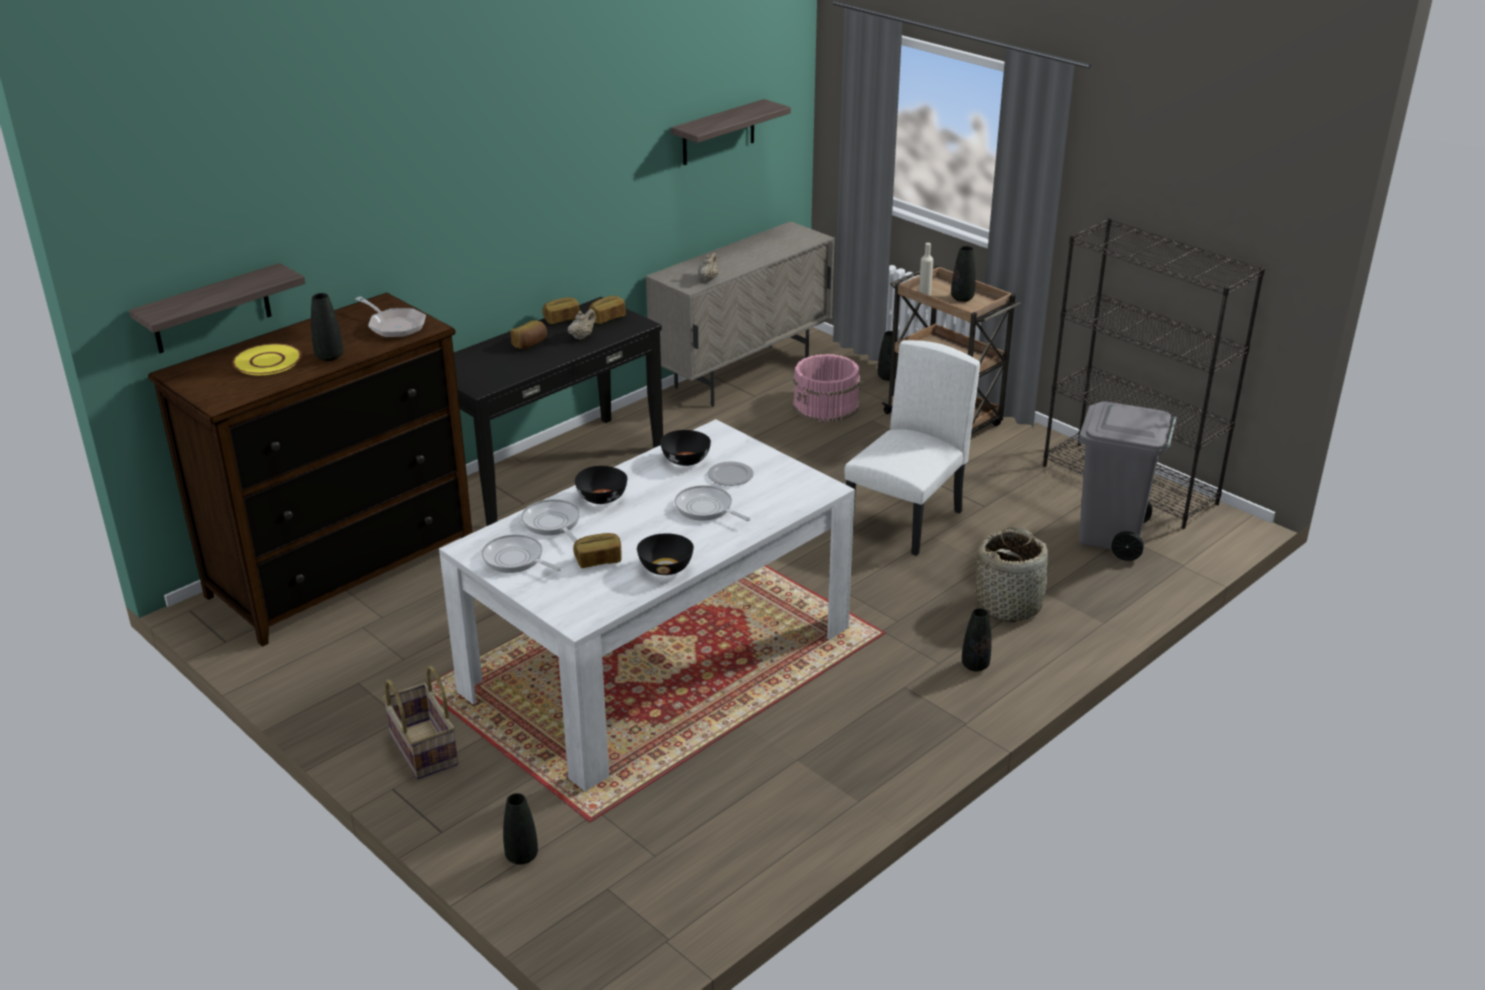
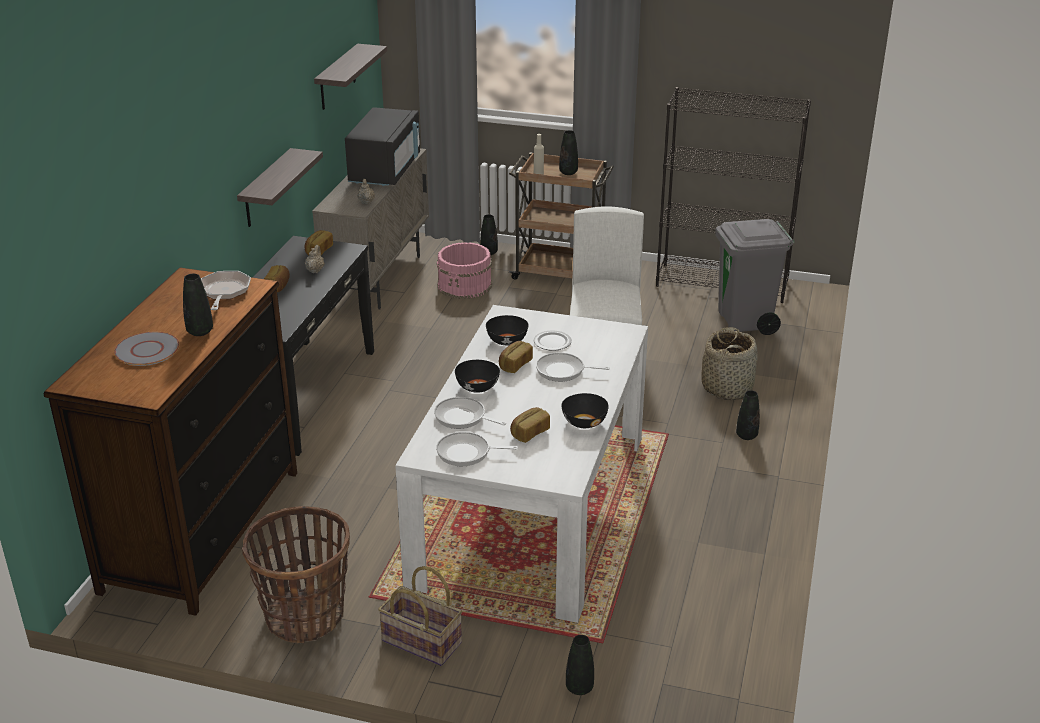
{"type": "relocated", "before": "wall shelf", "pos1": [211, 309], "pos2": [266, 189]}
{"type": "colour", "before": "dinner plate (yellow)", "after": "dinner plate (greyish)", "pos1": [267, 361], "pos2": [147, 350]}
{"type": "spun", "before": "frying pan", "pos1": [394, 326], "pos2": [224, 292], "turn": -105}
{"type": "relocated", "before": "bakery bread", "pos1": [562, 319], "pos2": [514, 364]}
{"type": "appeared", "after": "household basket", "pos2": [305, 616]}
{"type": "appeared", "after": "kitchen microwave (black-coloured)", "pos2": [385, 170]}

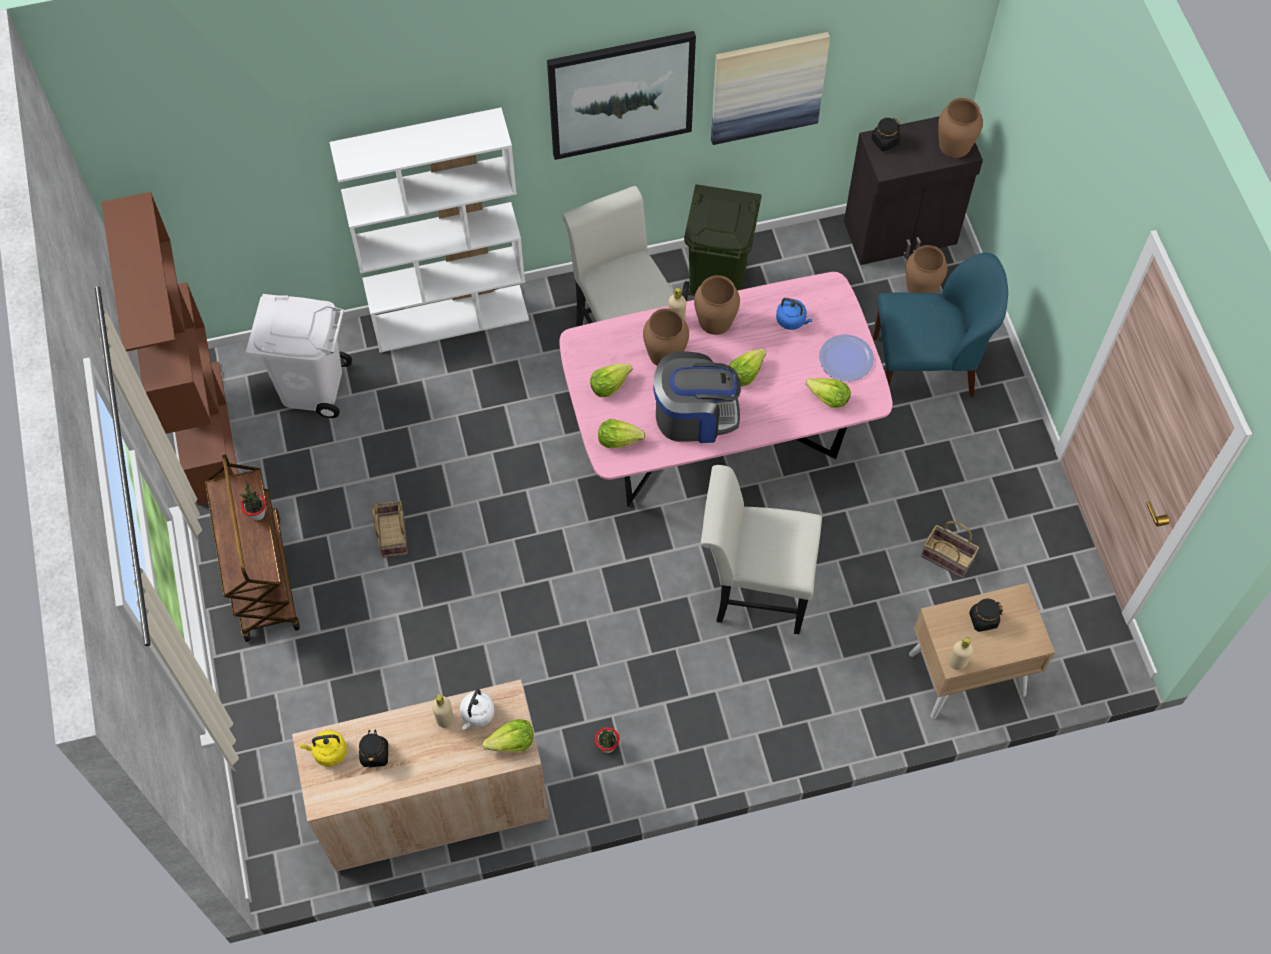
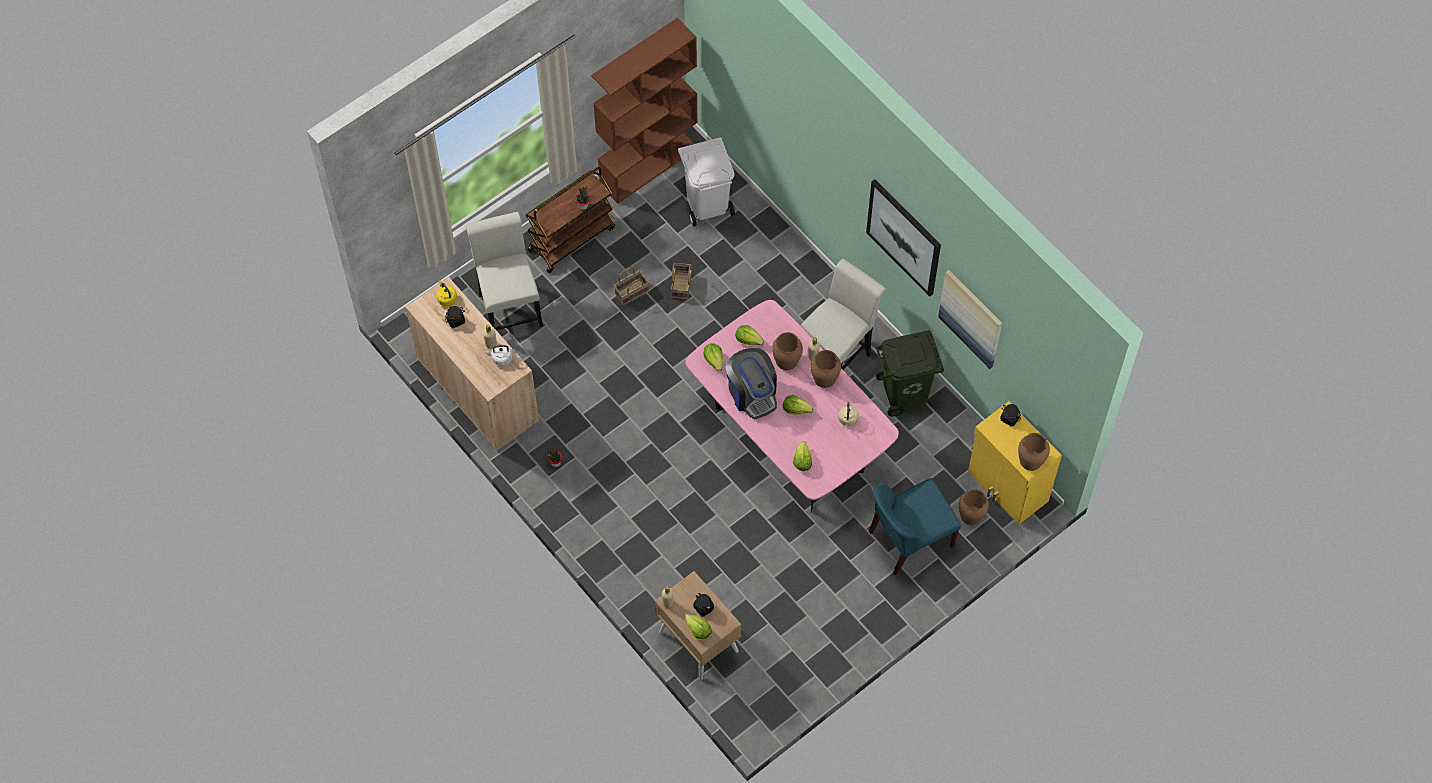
{"type": "missing", "before": "shelving unit (white)", "pos1": [451, 318]}
{"type": "relocated", "before": "head of lettuce", "pos1": [511, 742], "pos2": [698, 630]}
{"type": "relocated", "before": "upright chair (white)", "pos1": [753, 589], "pos2": [509, 305]}
{"type": "colour", "before": "kettle (bluish)", "after": "kettle (beige)", "pos1": [792, 320], "pos2": [847, 420]}
{"type": "missing", "before": "dinner plate", "pos1": [846, 359]}
{"type": "colour", "before": "cabinet (black-coloured)", "after": "cabinet (yellow)", "pos1": [901, 234], "pos2": [1007, 487]}
{"type": "spun", "before": "upright chair (bluish)", "pos1": [925, 366], "pos2": [909, 539], "turn": 90}
{"type": "relocated", "before": "household basket", "pos1": [948, 557], "pos2": [682, 286]}

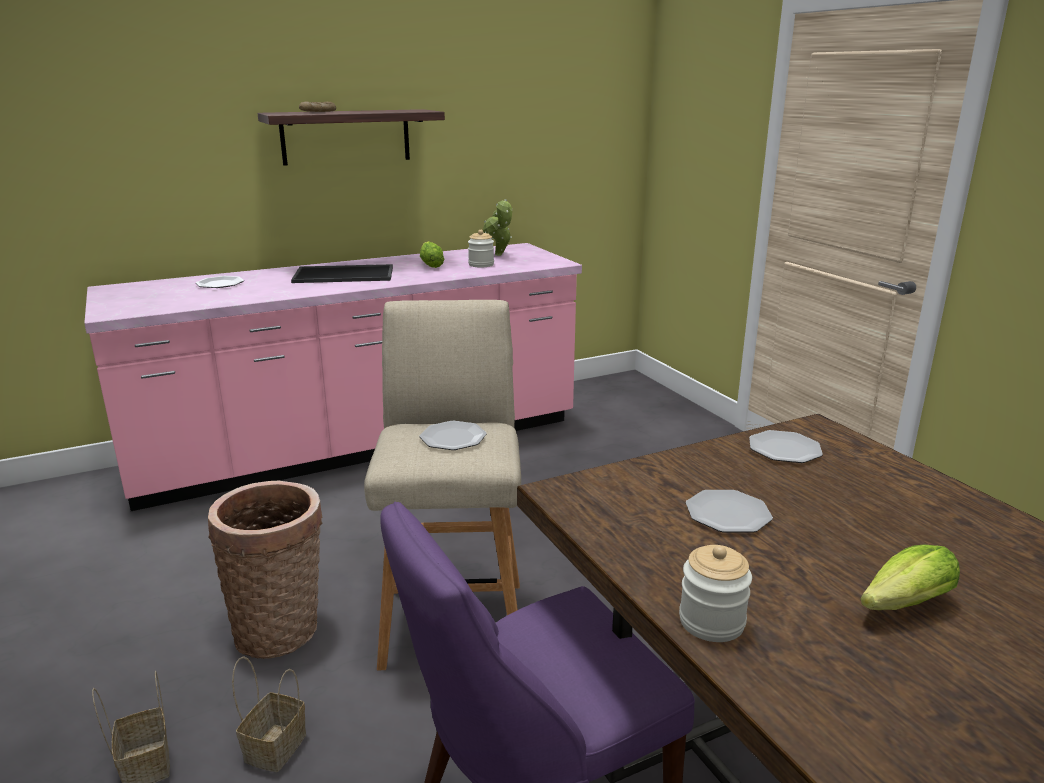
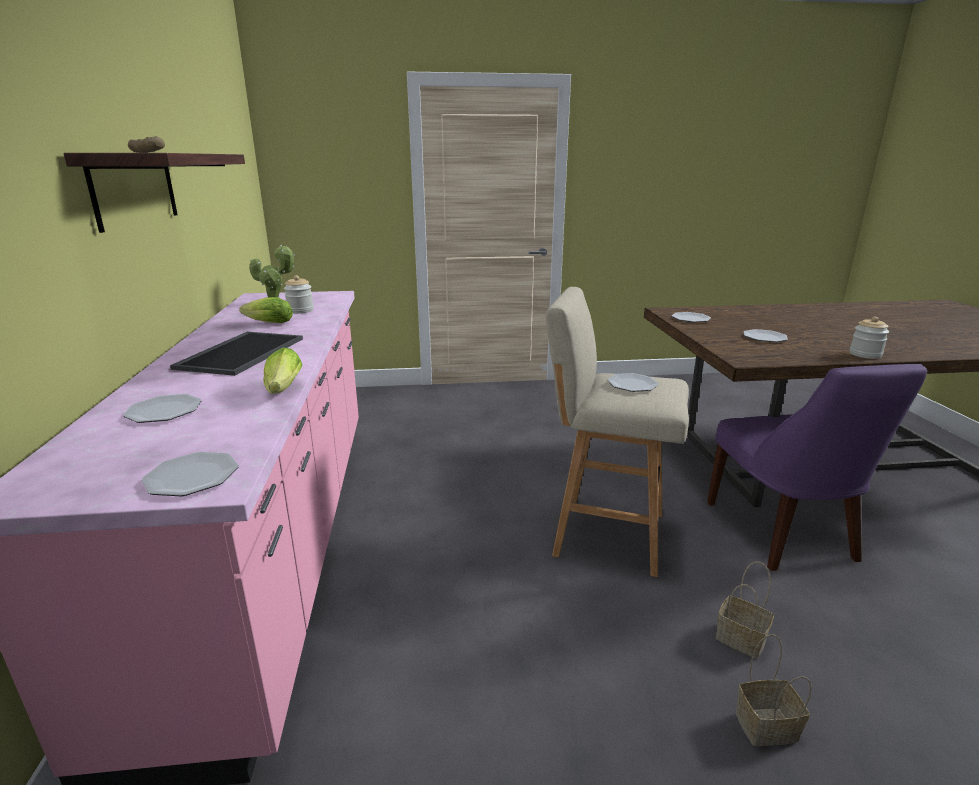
{"type": "missing", "before": "household basket", "pos1": [281, 629]}
{"type": "relocated", "before": "head of lettuce", "pos1": [900, 606], "pos2": [282, 391]}
{"type": "appeared", "after": "dinner plate", "pos2": [192, 476]}

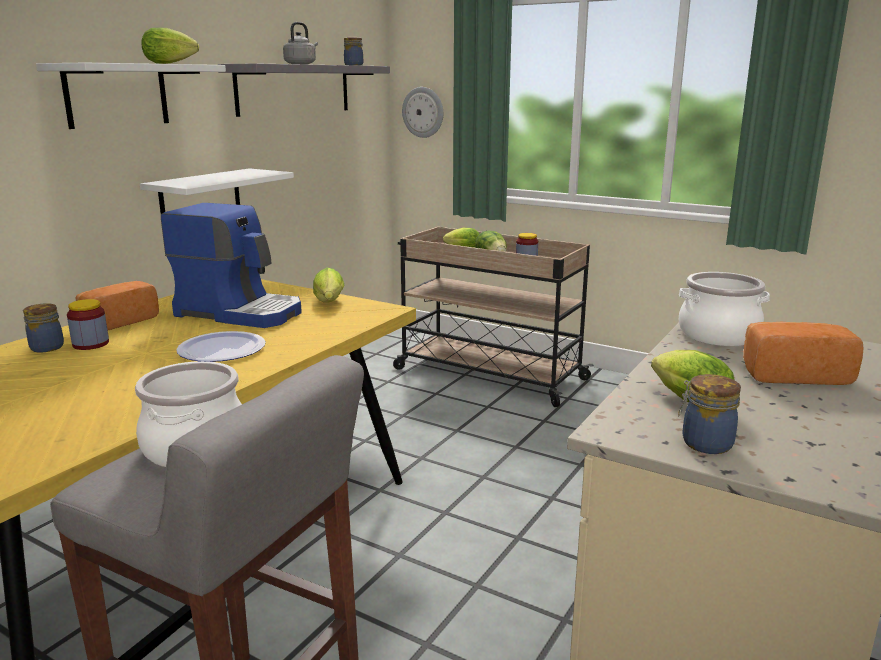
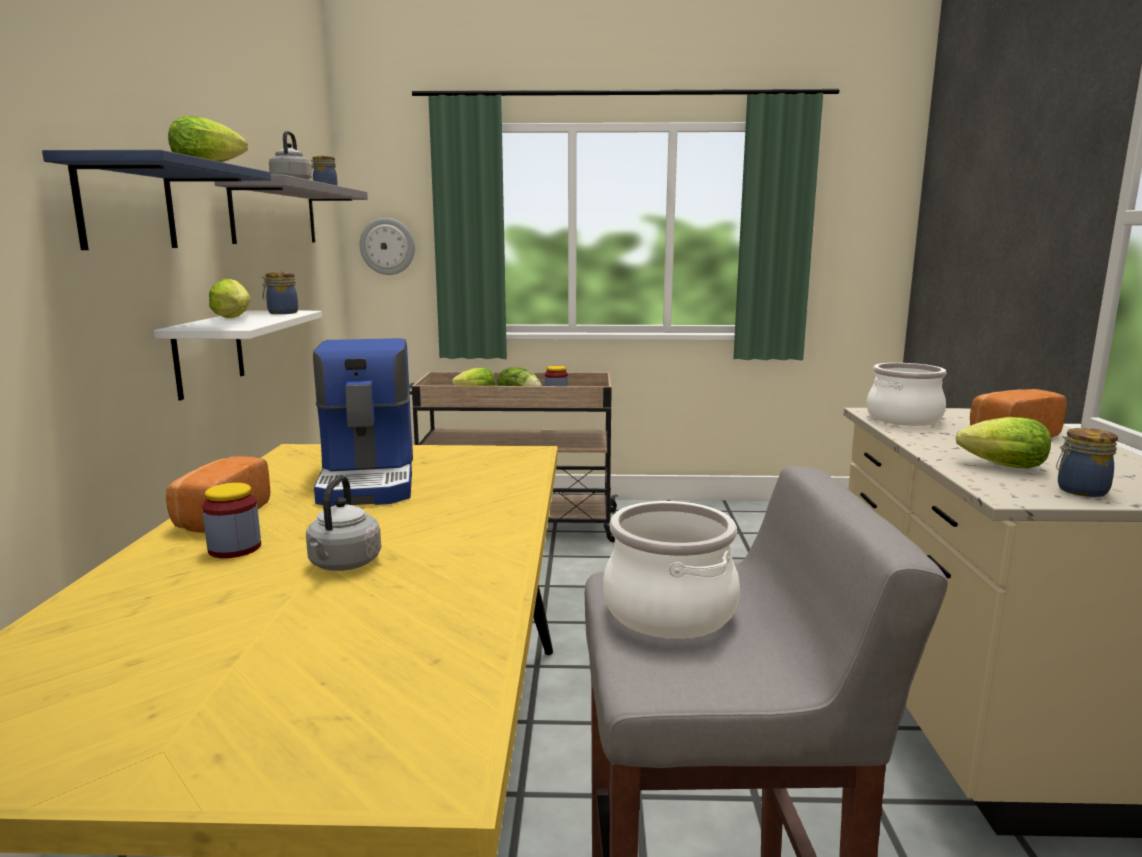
{"type": "relocated", "before": "preserve jar", "pos1": [45, 347], "pos2": [281, 313]}
{"type": "colour", "before": "wall shelf (white)", "after": "wall shelf (bluish)", "pos1": [117, 95], "pos2": [127, 206]}
{"type": "spun", "before": "coffee brewer", "pos1": [240, 312], "pos2": [370, 480], "turn": 90}
{"type": "missing", "before": "dinner plate", "pos1": [222, 349]}
{"type": "relocated", "before": "head of lettuce", "pos1": [329, 303], "pos2": [234, 319]}
{"type": "appeared", "after": "kettle (greyish)", "pos2": [343, 565]}

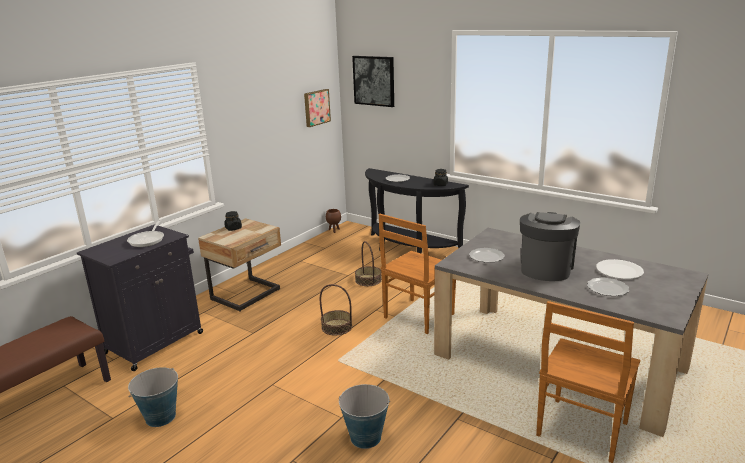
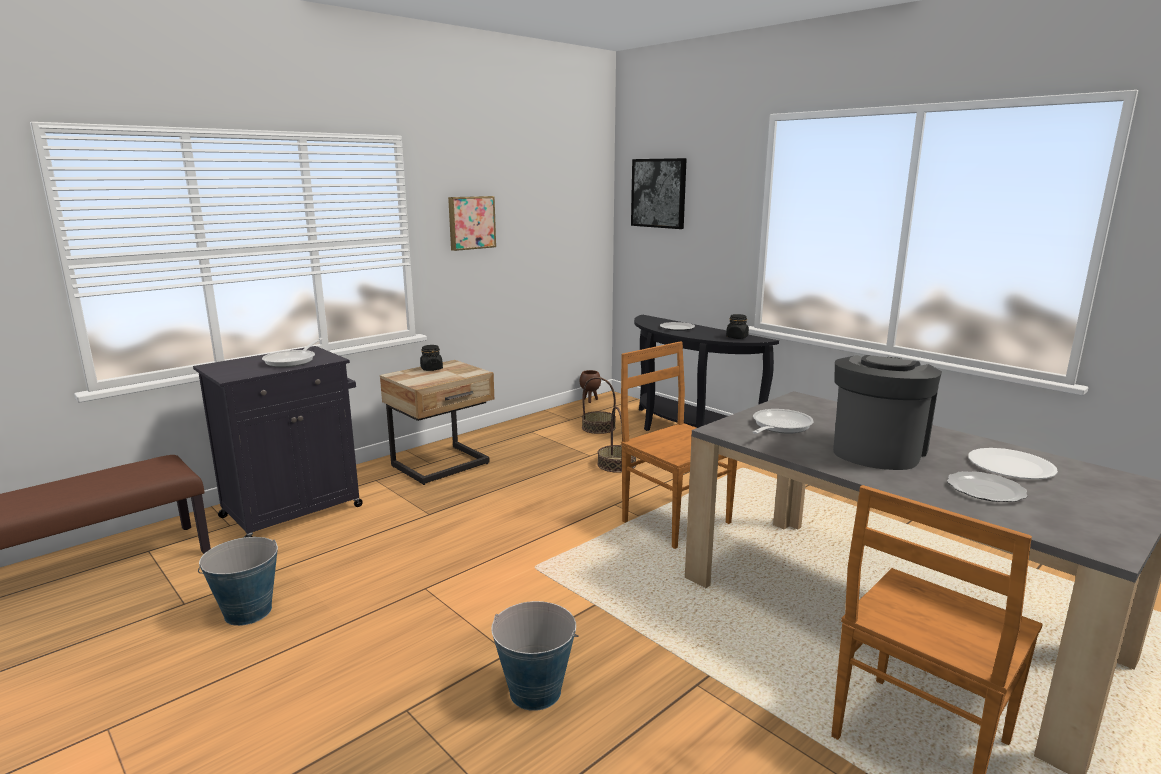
{"type": "relocated", "before": "picture", "pos1": [316, 107], "pos2": [471, 222]}
{"type": "relocated", "before": "household basket", "pos1": [337, 327], "pos2": [598, 428]}
{"type": "spun", "before": "upright chair (brown-coloured)", "pos1": [417, 317], "pos2": [674, 521], "turn": 90}
{"type": "exchanged", "before": "dinner plate", "after": "frying pan", "pos1": [486, 257], "pos2": [779, 427]}

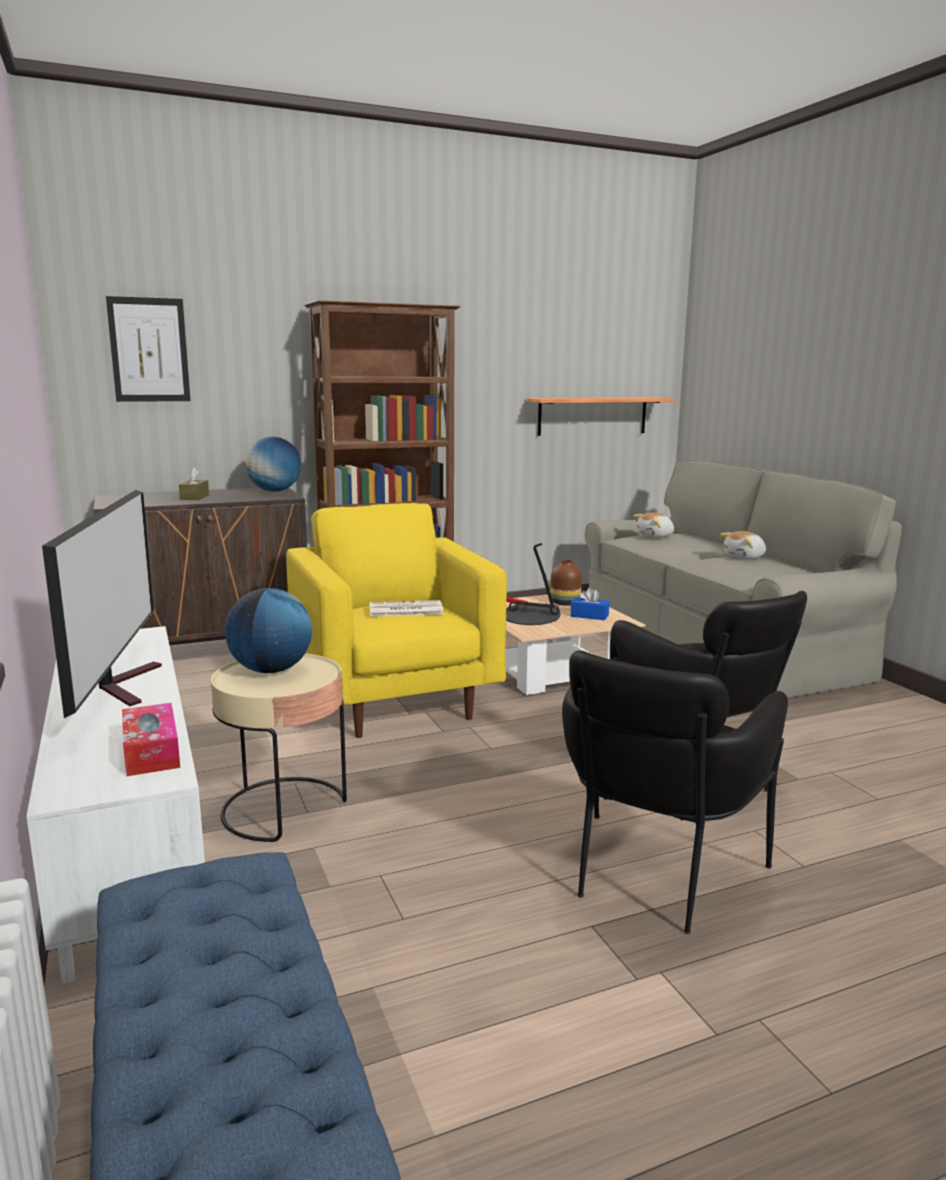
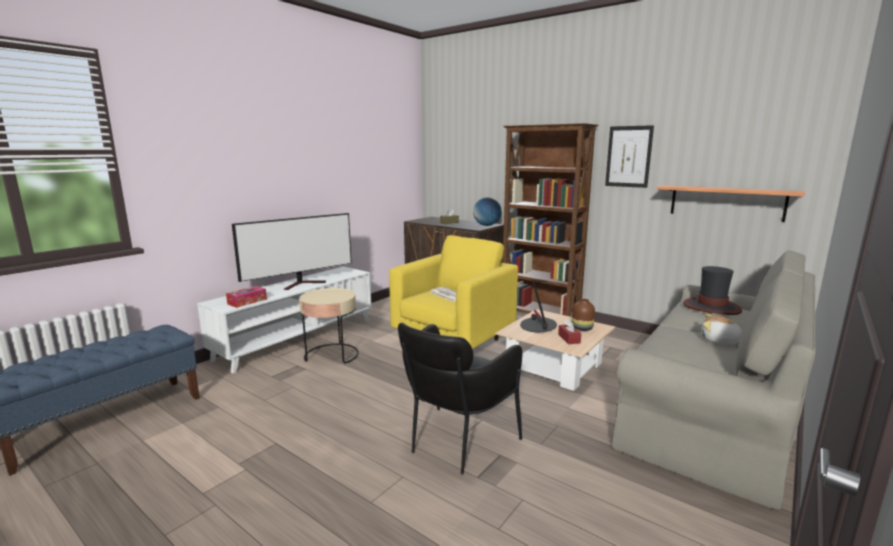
{"type": "relocated", "before": "picture", "pos1": [149, 350], "pos2": [628, 156]}
{"type": "missing", "before": "desk globe", "pos1": [271, 670]}
{"type": "missing", "before": "lounge chair (black-coloured)", "pos1": [653, 879]}
{"type": "colour", "before": "box of tissues (bluish)", "after": "box of tissues (reddish)", "pos1": [589, 616], "pos2": [569, 339]}
{"type": "exchanged", "before": "plush toy", "after": "hat", "pos1": [655, 536], "pos2": [712, 307]}

